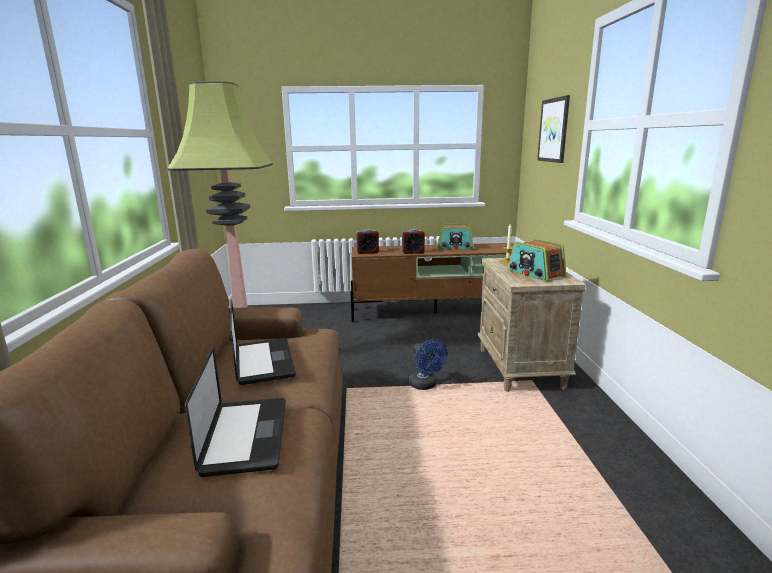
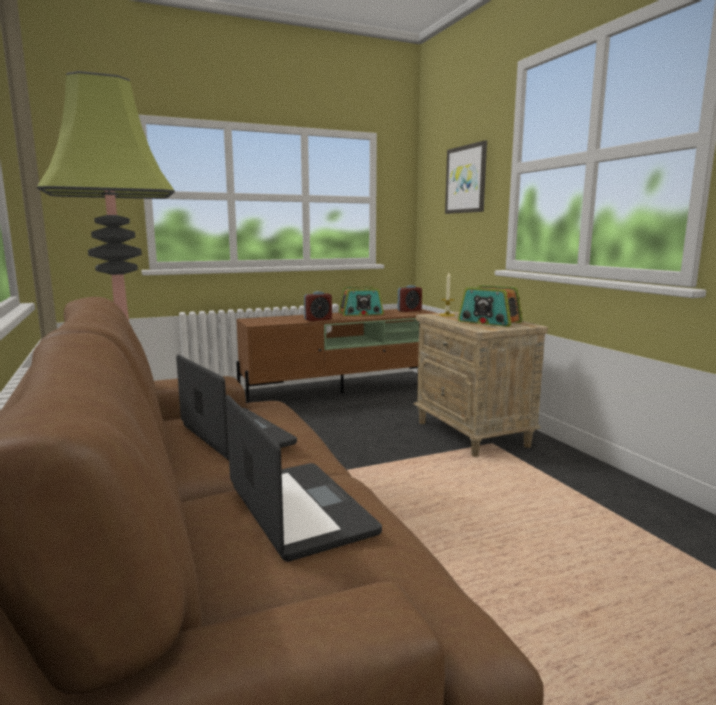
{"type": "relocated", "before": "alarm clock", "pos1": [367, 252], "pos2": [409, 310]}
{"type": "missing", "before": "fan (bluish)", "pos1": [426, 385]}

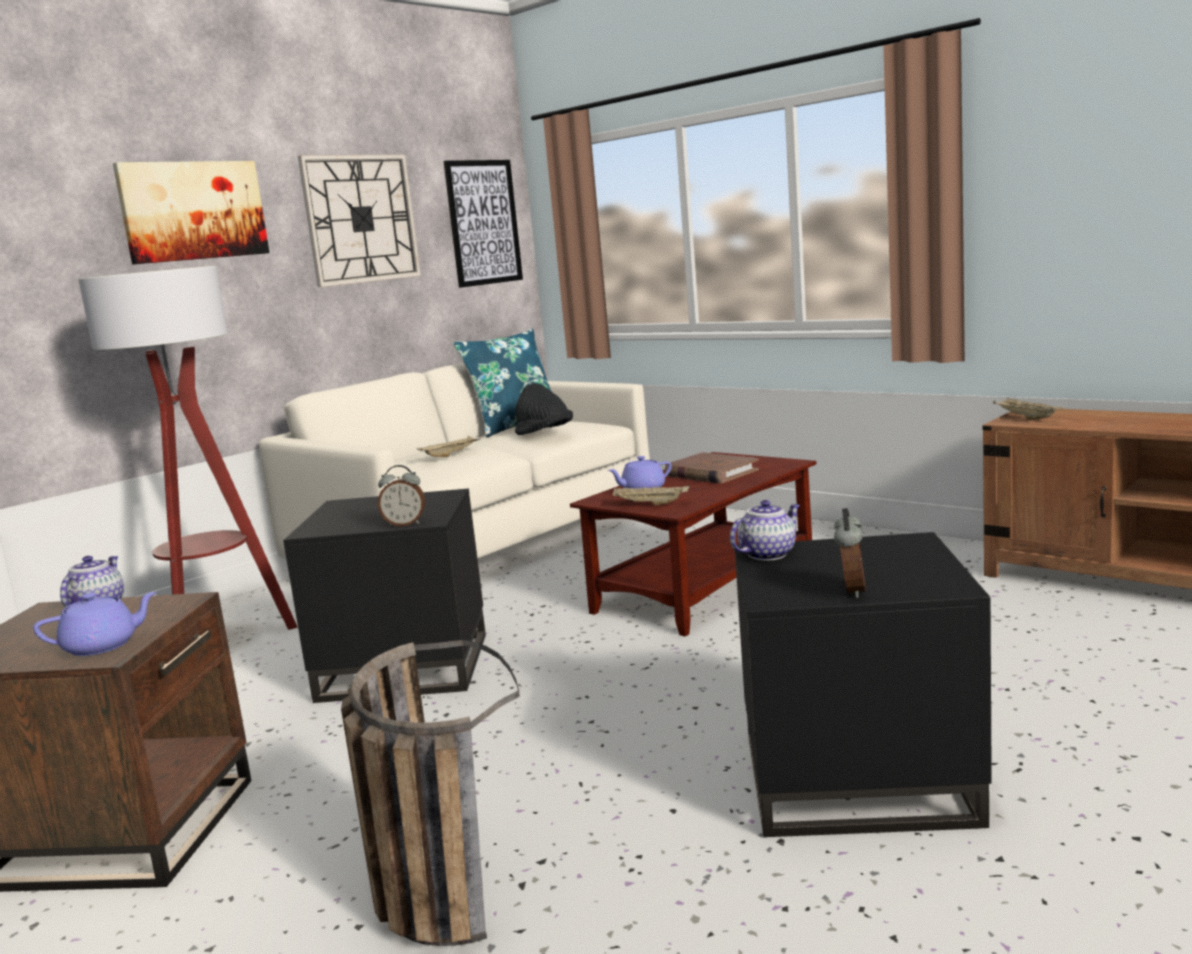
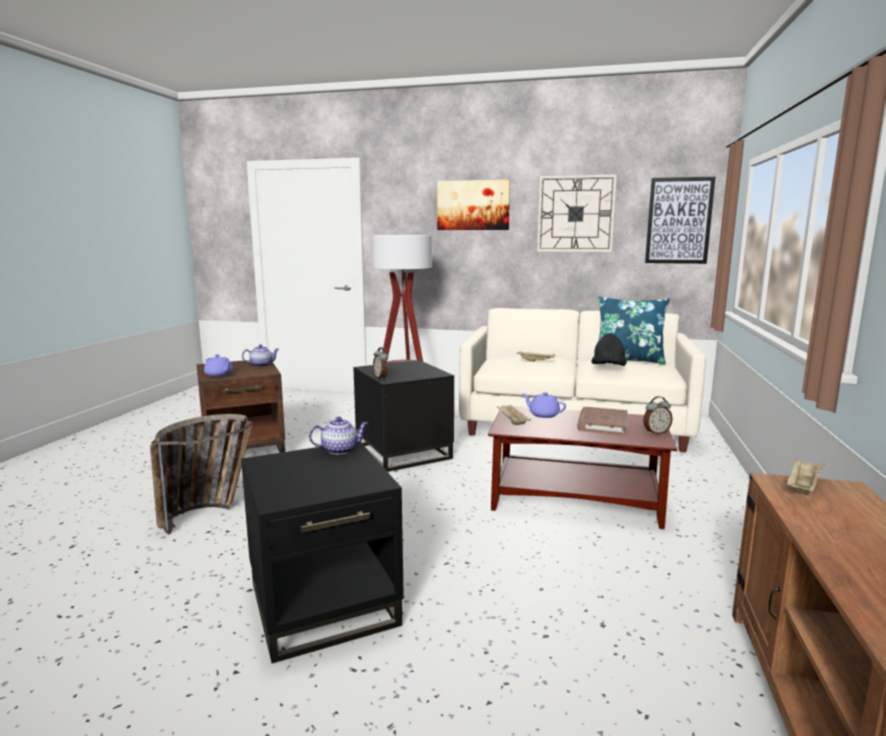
{"type": "spun", "before": "tea pot", "pos1": [768, 554], "pos2": [340, 450], "turn": -45}
{"type": "relocated", "before": "alarm clock", "pos1": [851, 591], "pos2": [656, 433]}

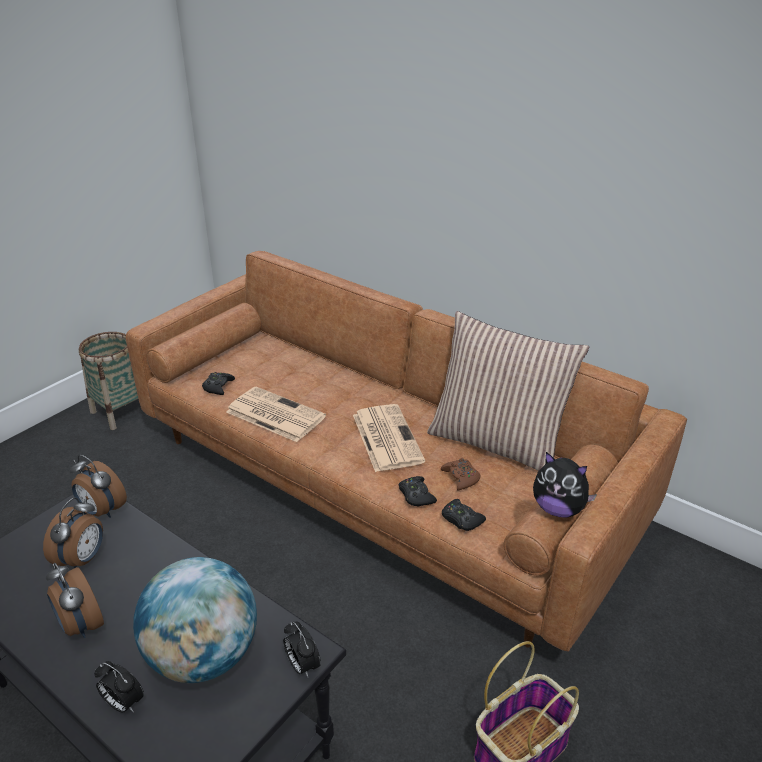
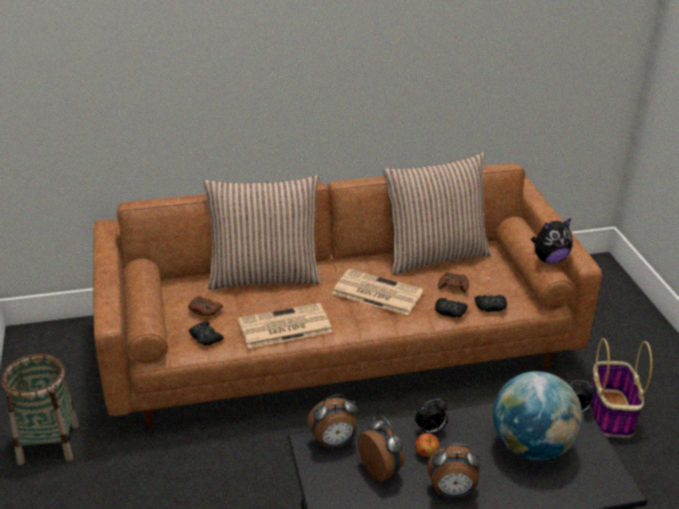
{"type": "relocated", "before": "alarm clock", "pos1": [123, 703], "pos2": [430, 431]}
{"type": "appeared", "after": "game controller (brown-coloured)", "pos2": [204, 310]}
{"type": "appeared", "after": "pillow", "pos2": [264, 276]}
{"type": "appeared", "after": "whole apple", "pos2": [426, 453]}

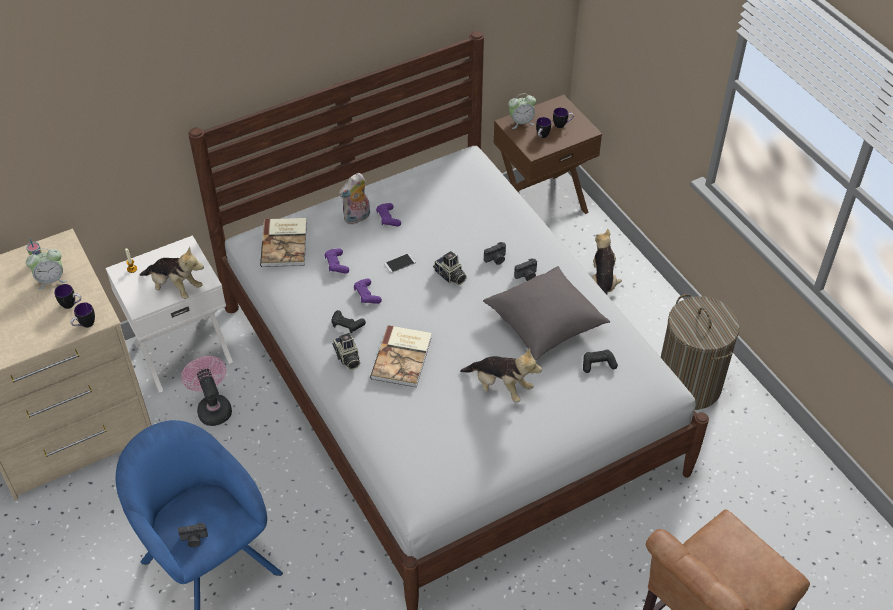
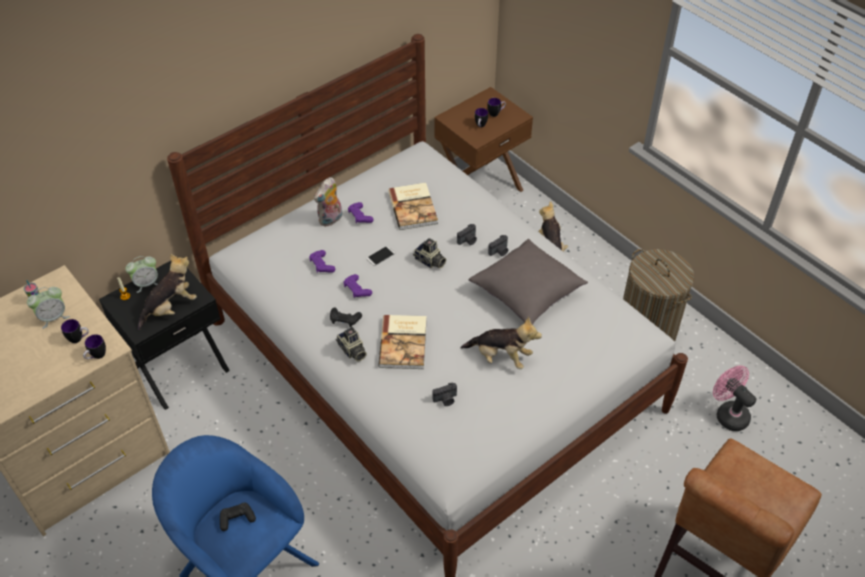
{"type": "colour", "before": "night table (white)", "after": "night table (black-coloured)", "pos1": [182, 351], "pos2": [179, 367]}
{"type": "spun", "before": "plush toy", "pos1": [175, 287], "pos2": [171, 308], "turn": -60}
{"type": "relocated", "before": "photo camera", "pos1": [194, 540], "pos2": [445, 400]}
{"type": "relocated", "before": "fan (pink-coloured)", "pos1": [213, 407], "pos2": [728, 414]}
{"type": "relocated", "before": "volume", "pos1": [285, 243], "pos2": [414, 207]}
{"type": "relocated", "before": "alarm clock", "pos1": [521, 122], "pos2": [147, 283]}
{"type": "relocated", "before": "game controller (black-coloured)", "pos1": [598, 364], "pos2": [237, 518]}

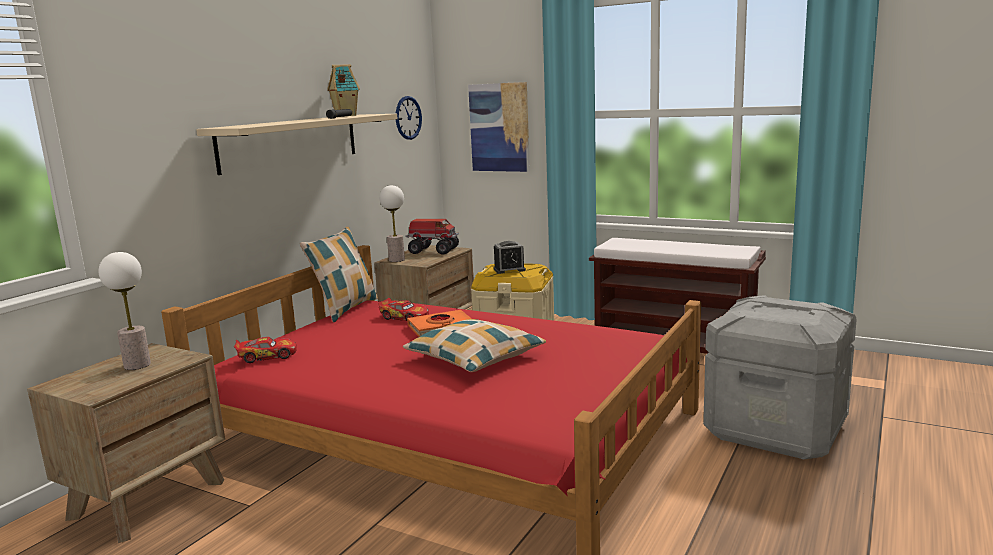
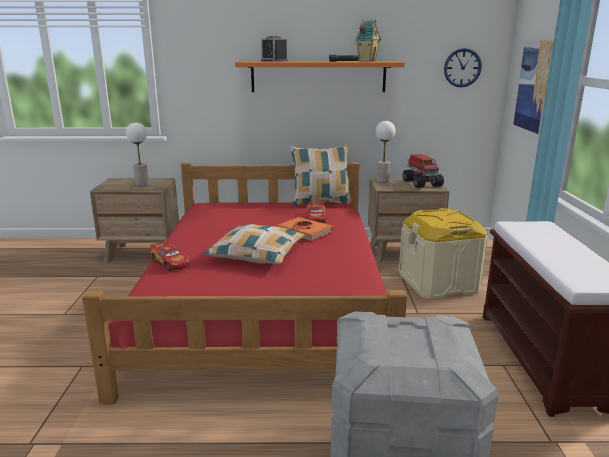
{"type": "colour", "before": "wall shelf (beige)", "after": "wall shelf (orange)", "pos1": [290, 142], "pos2": [318, 76]}
{"type": "relocated", "before": "miniature car", "pos1": [267, 356], "pos2": [171, 262]}
{"type": "relocated", "before": "alarm clock", "pos1": [509, 270], "pos2": [274, 61]}

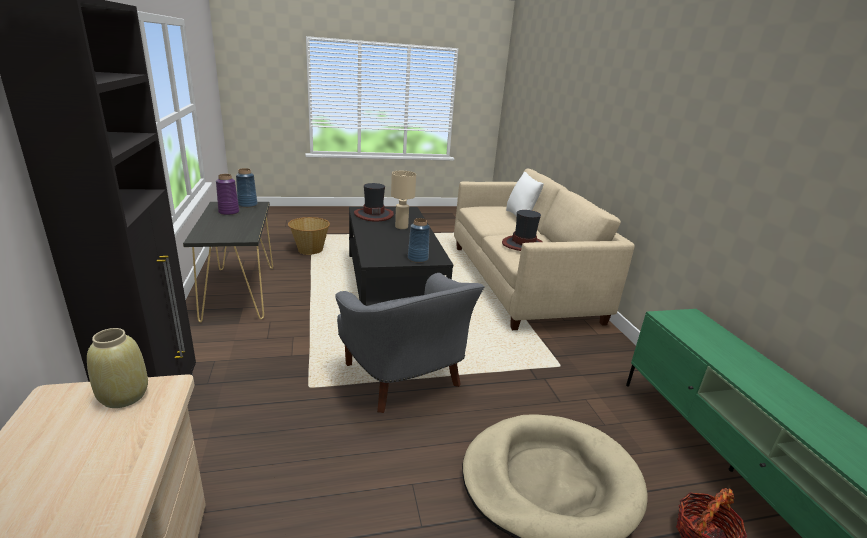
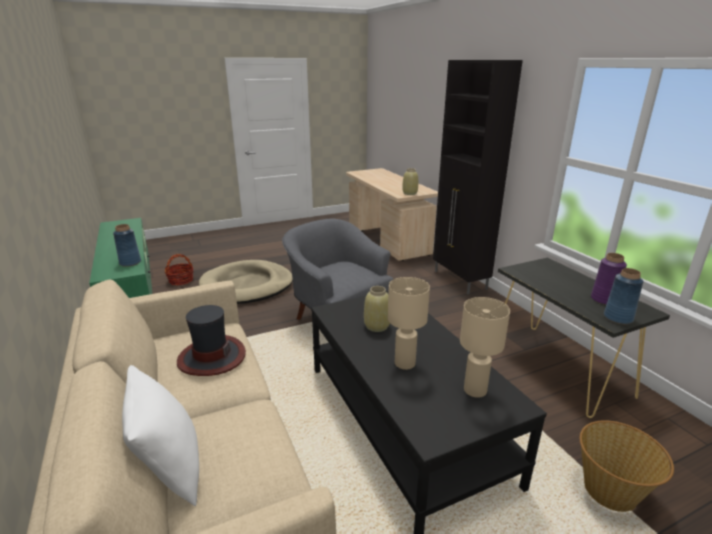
{"type": "exchanged", "before": "hat", "after": "tabletop lamp (beige)", "pos1": [373, 215], "pos2": [475, 391]}
{"type": "relocated", "before": "decorative vase (bluish)", "pos1": [418, 258], "pos2": [130, 262]}
{"type": "appeared", "after": "decorative vase (beige)", "pos2": [377, 326]}

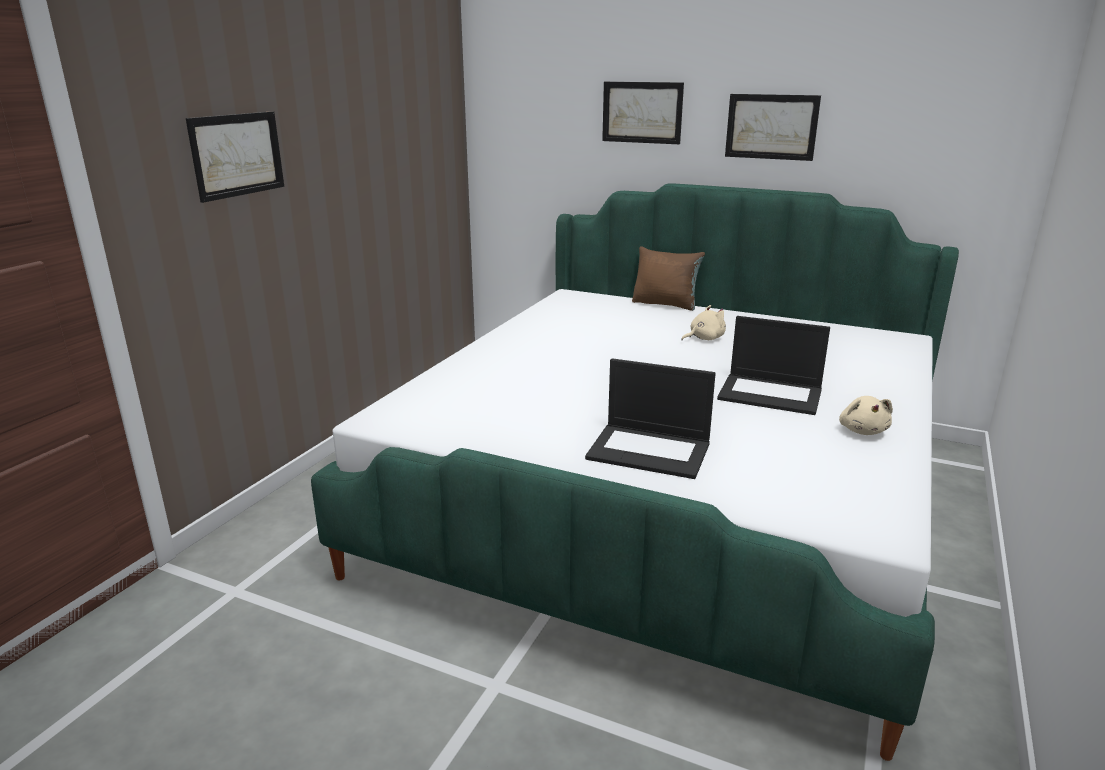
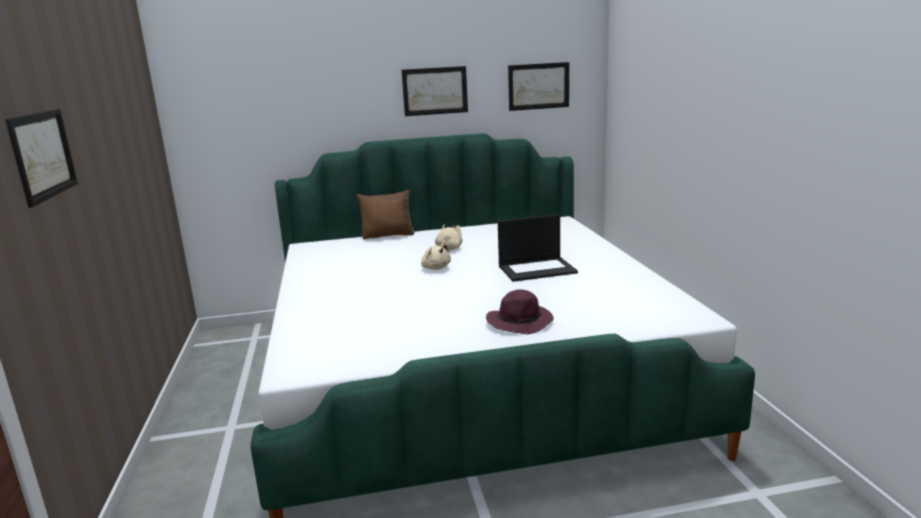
{"type": "exchanged", "before": "notebook computer", "after": "hat (purple)", "pos1": [650, 450], "pos2": [520, 322]}
{"type": "relocated", "before": "picture", "pos1": [642, 112], "pos2": [538, 86]}
{"type": "relocated", "before": "plush toy (beige)", "pos1": [862, 430], "pos2": [435, 268]}

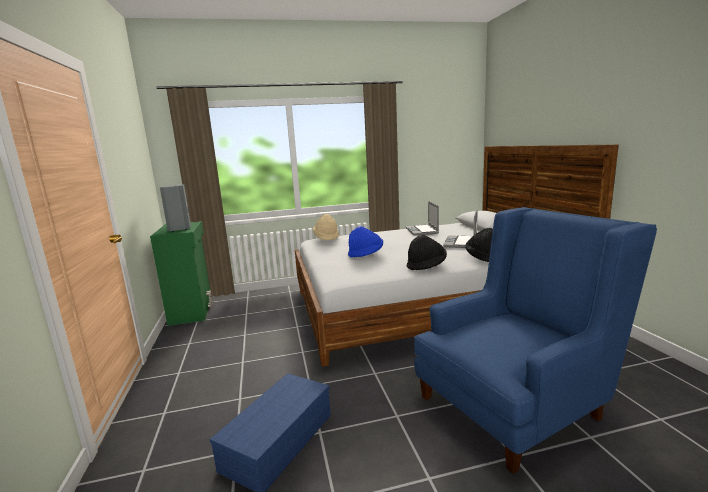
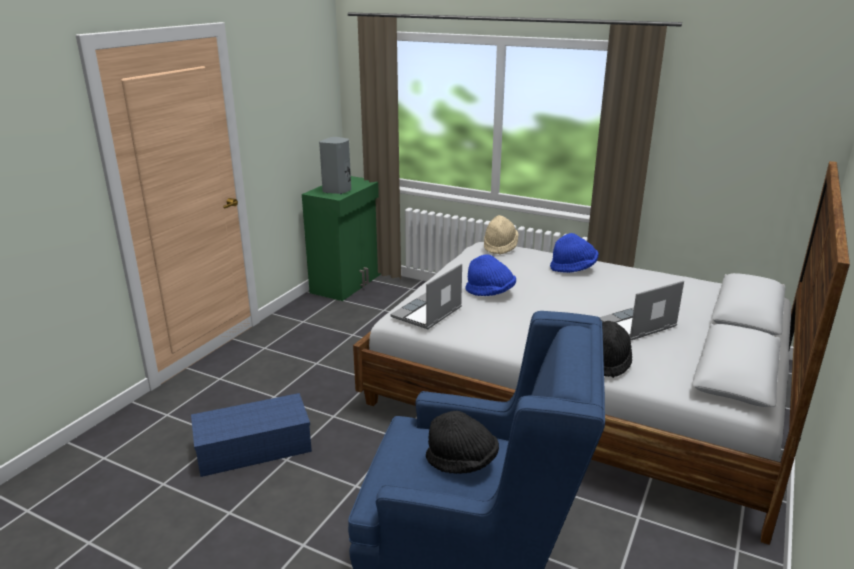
{"type": "relocated", "before": "notebook computer", "pos1": [422, 231], "pos2": [427, 313]}
{"type": "relocated", "before": "hat (black-coloured)", "pos1": [426, 266], "pos2": [462, 462]}
{"type": "appeared", "after": "hat (bluish)", "pos2": [573, 268]}

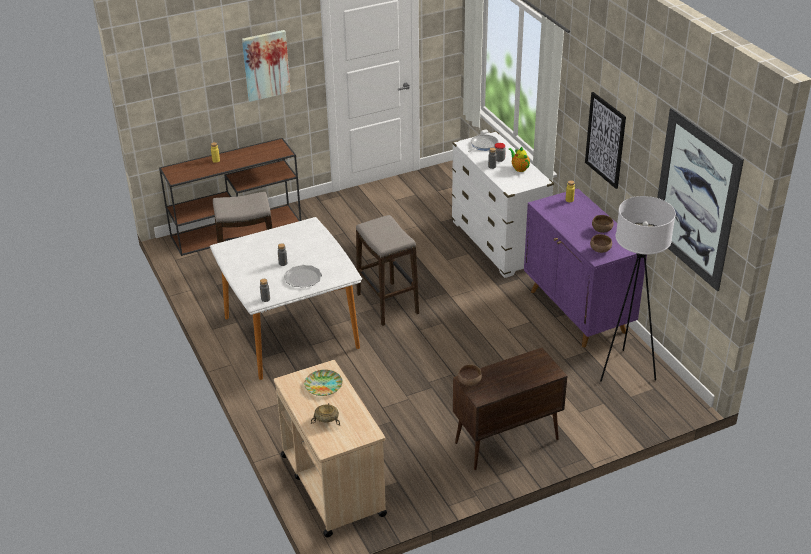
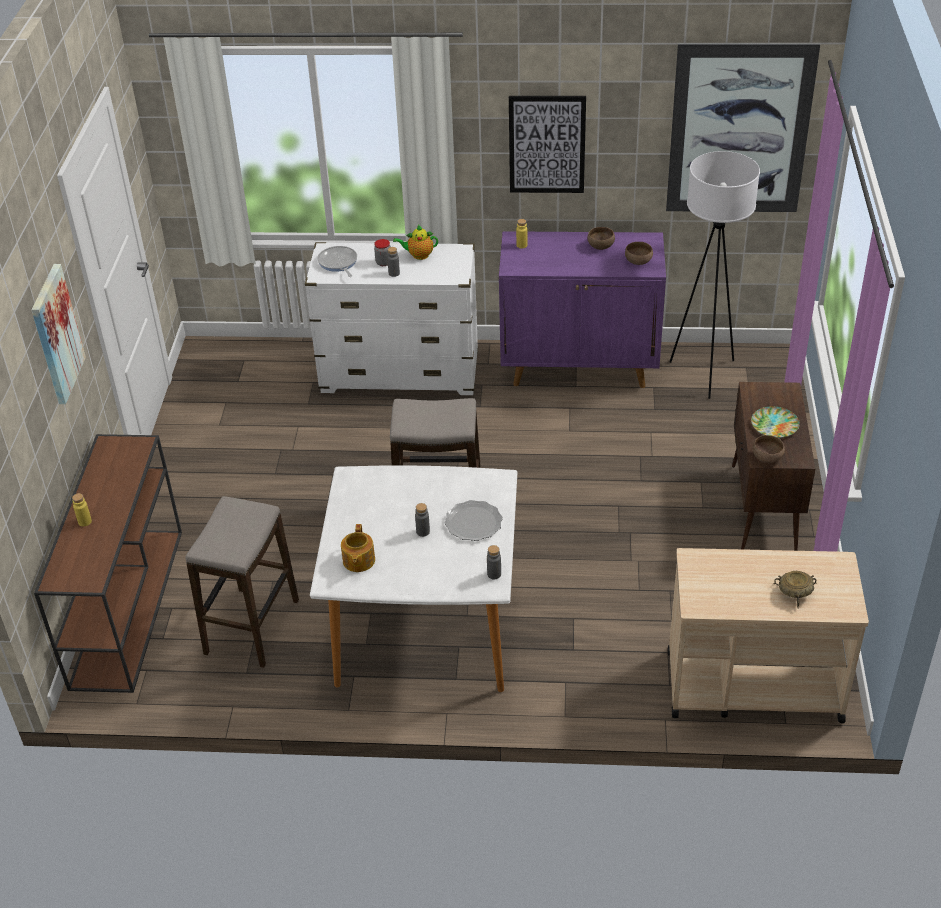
{"type": "relocated", "before": "dinner plate", "pos1": [323, 385], "pos2": [774, 425]}
{"type": "appeared", "after": "tea pot", "pos2": [358, 561]}

